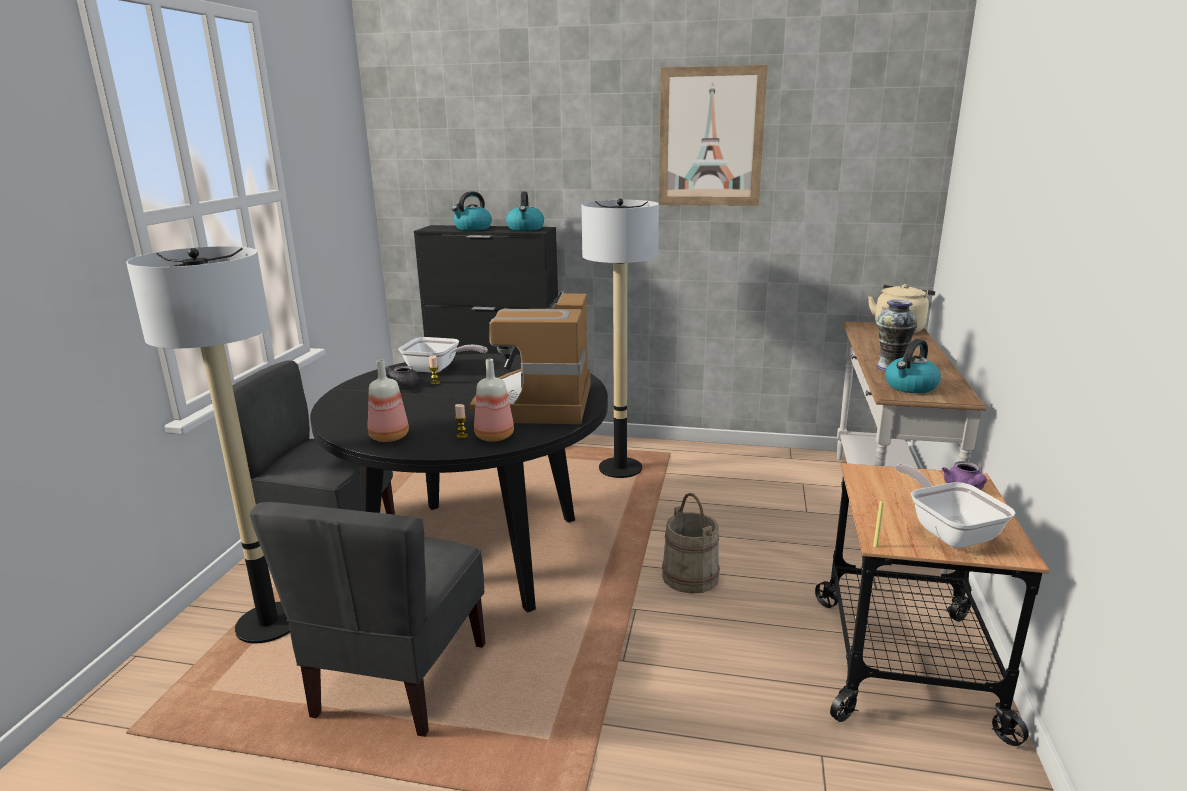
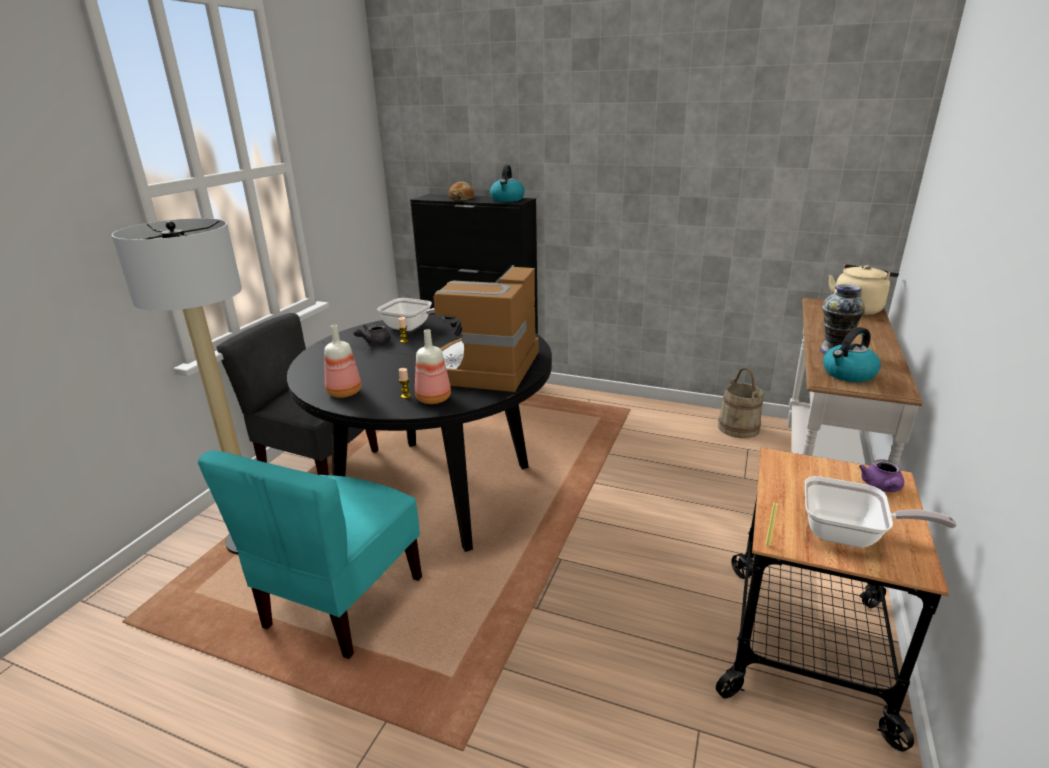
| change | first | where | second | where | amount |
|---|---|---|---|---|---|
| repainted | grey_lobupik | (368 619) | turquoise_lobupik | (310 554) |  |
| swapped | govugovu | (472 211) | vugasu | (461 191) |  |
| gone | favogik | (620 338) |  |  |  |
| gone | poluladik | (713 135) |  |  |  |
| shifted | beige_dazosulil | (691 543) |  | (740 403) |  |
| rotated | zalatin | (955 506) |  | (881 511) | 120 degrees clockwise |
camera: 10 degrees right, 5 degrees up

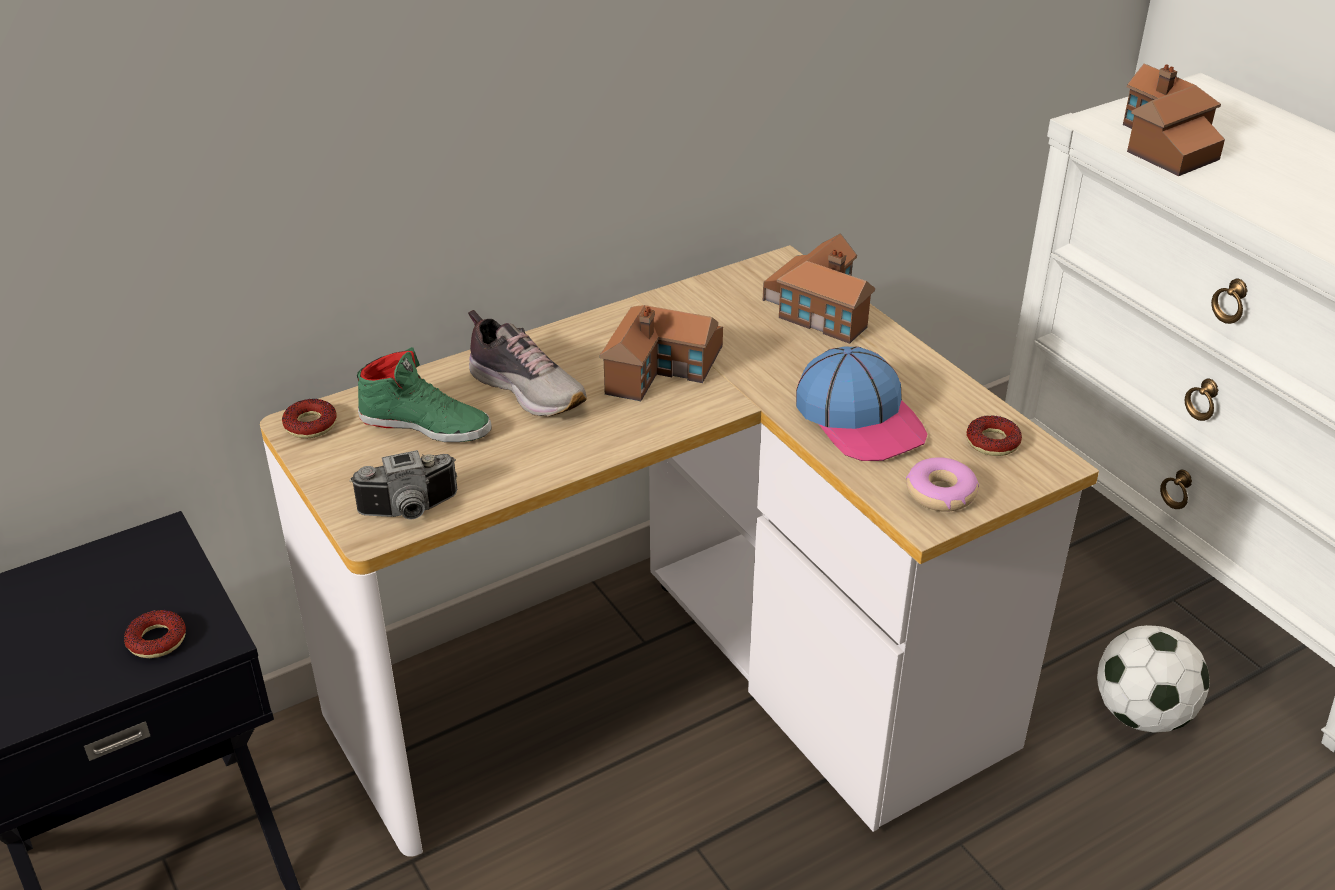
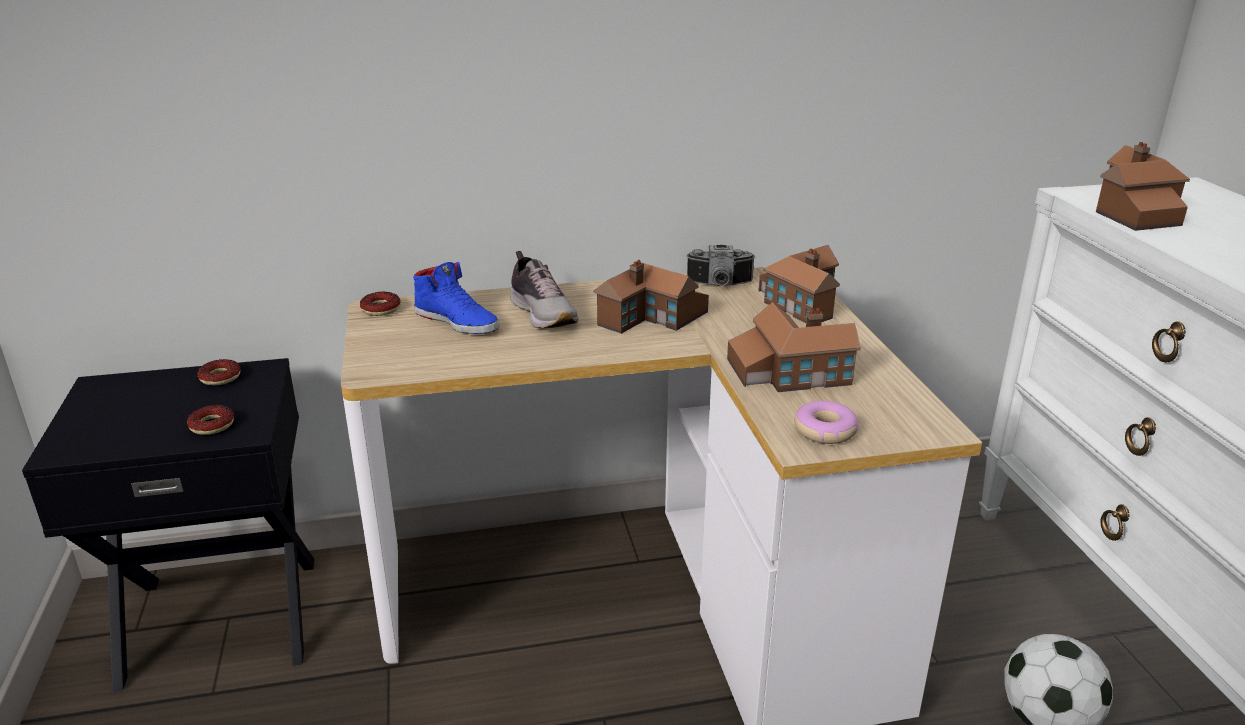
| change | first | where | second | where | amount |
|---|---|---|---|---|---|
| shifted | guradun | (403 484) |  | (720 265) |  |
| repainted | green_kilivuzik | (424 394) | blue_kilivuzik | (456 298) |  |
| swapped | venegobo | (861 404) | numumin | (794 347) |  |
| shifted | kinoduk | (994 435) |  | (218 372) |  |
camera: 20 degrees right, 10 degrees down

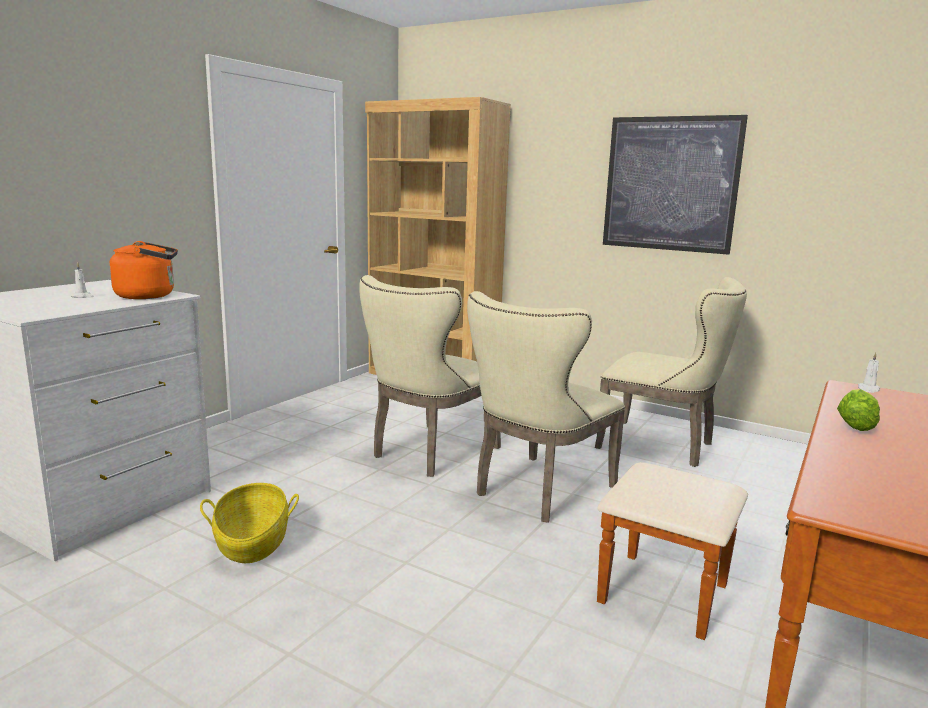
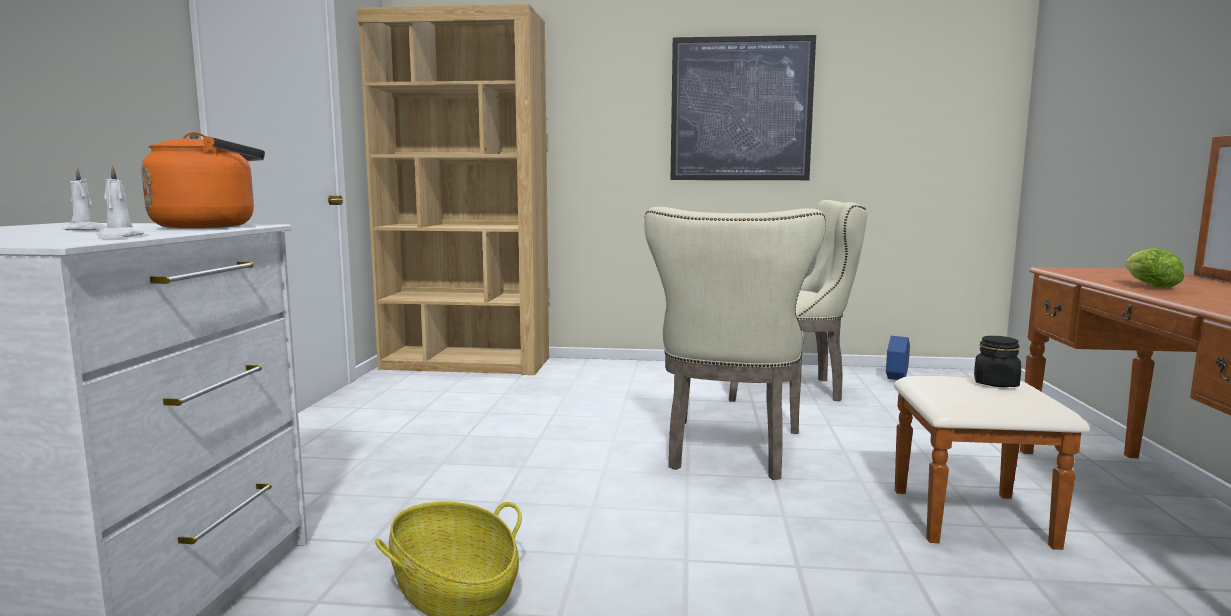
| change | first | where | second | where | amount |
|---|---|---|---|---|---|
| gone | beige_lobupik | (430 376) |  |  |  |
| shifted | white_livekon | (869 372) |  | (120 202) |  |
| new |  |  | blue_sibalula | (898 358) |  |
| new |  |  | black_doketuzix | (997 361) |  |
camera: 25 degrees left, 5 degrees down

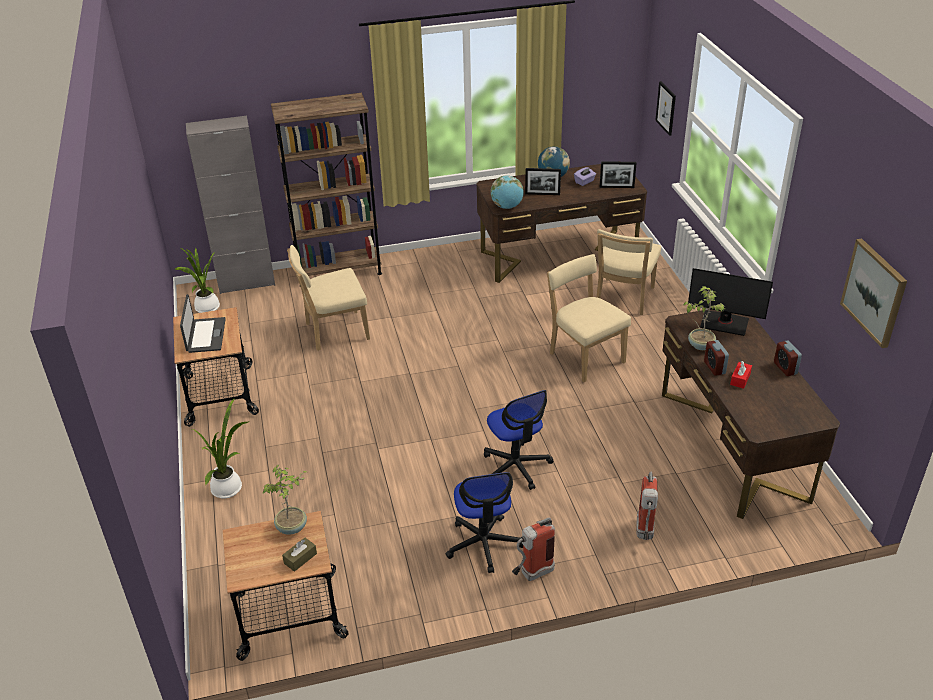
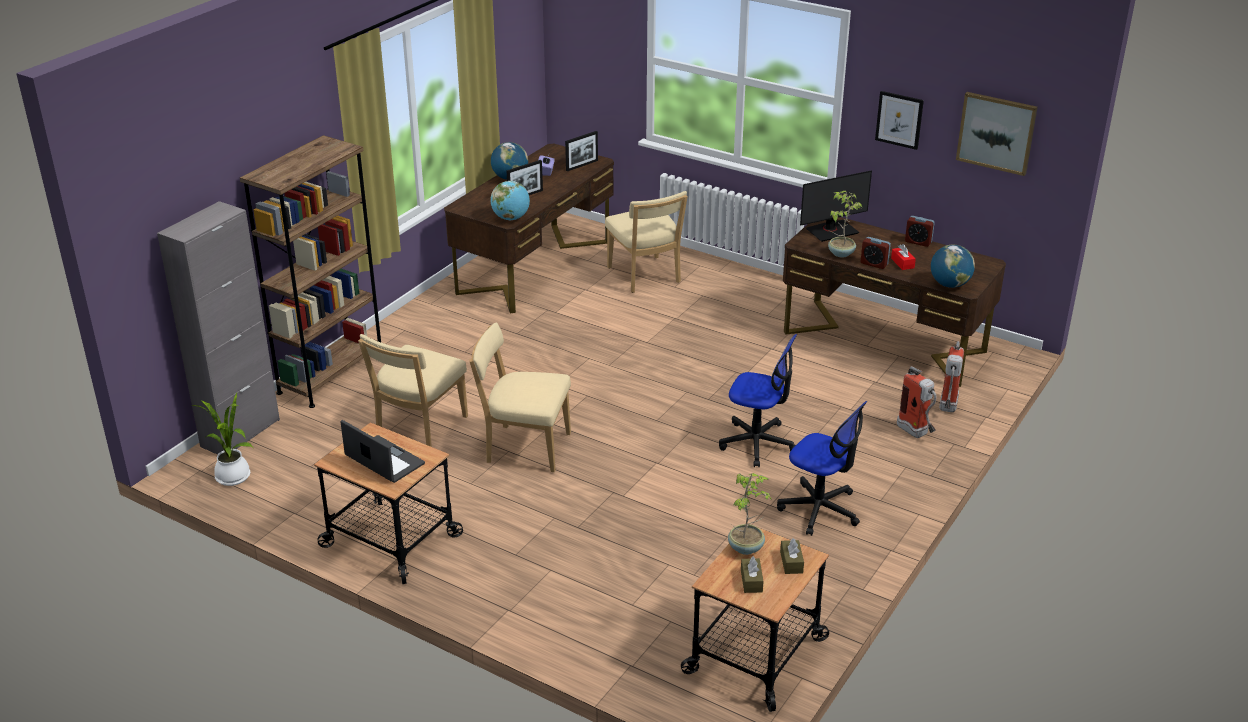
| change | first | where | second | where | amount |
|---|---|---|---|---|---|
| gone | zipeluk | (220 448) |  |  |  |
| shifted | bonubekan | (533 549) |  | (951 376) |  |
| shifted | beige_lobupik | (589 318) |  | (520 397) |  |
| shifted | poluladik | (665 108) |  | (899 120) |  |
| new |  |  | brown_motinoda | (752 574) |  |
| new |  |  | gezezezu | (953 266) |  |
camera: 45 degrees left, 5 degrees down

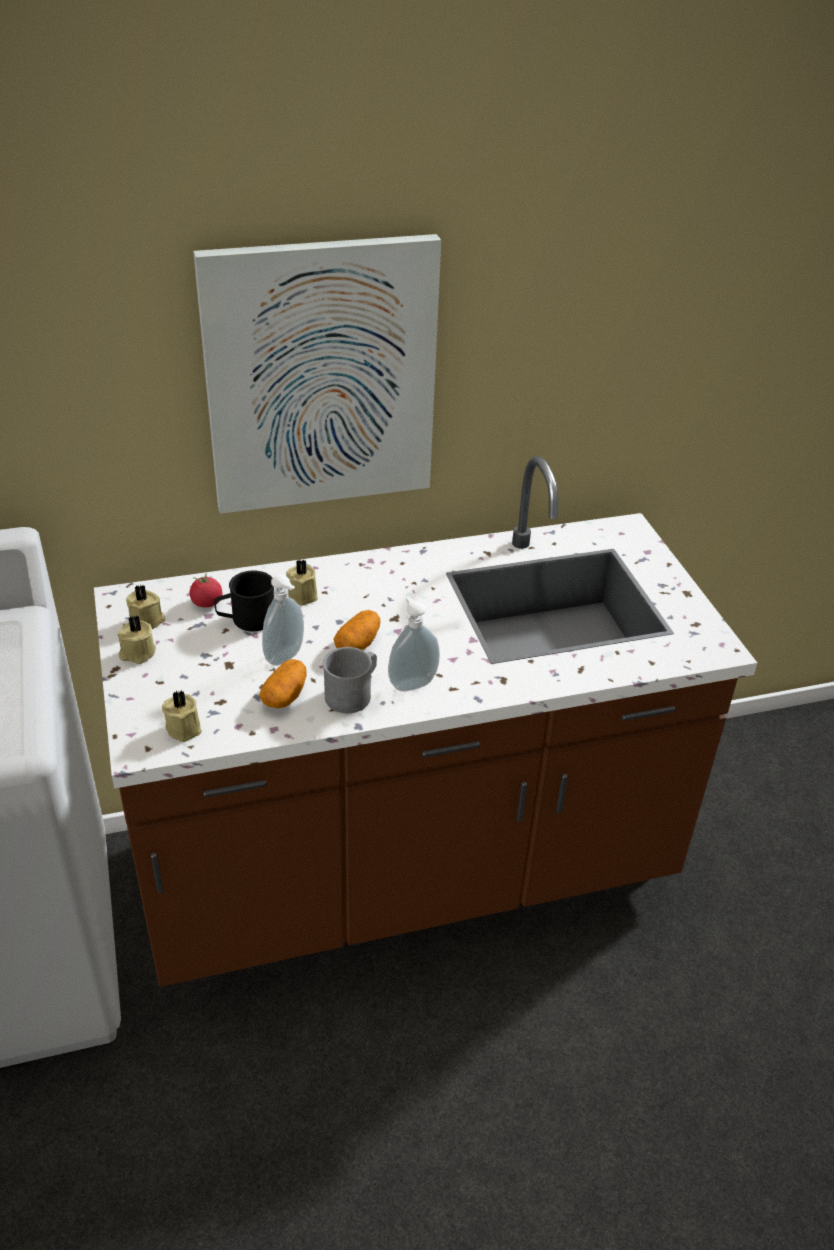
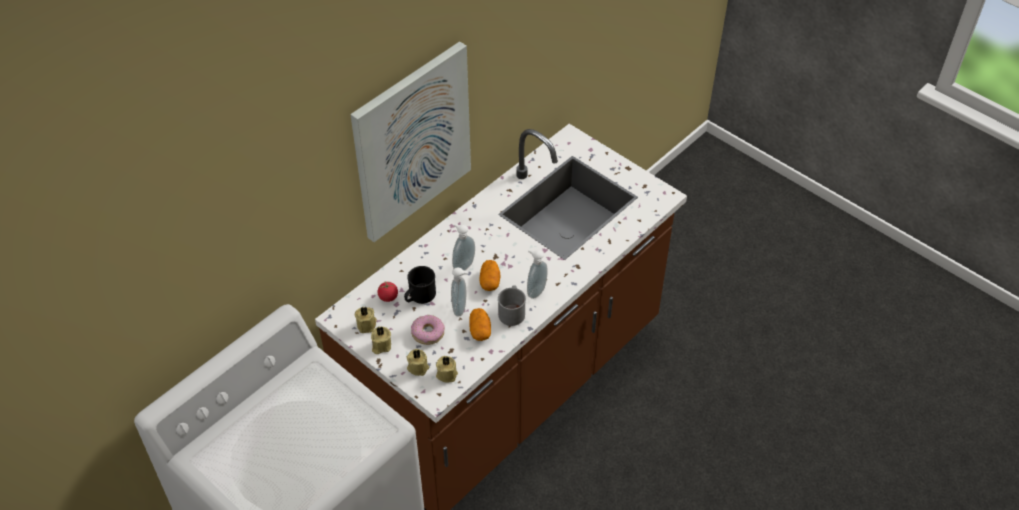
| change | first | where | second | where | amount |
|---|---|---|---|---|---|
| shifted | beige_livekon | (302 582) |  | (418 362) |  |
| new |  |  | kinoduk | (428 330) |  |
| new |  |  | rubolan | (463 247) |  |
camera: 30 degrees left, 10 degrees up

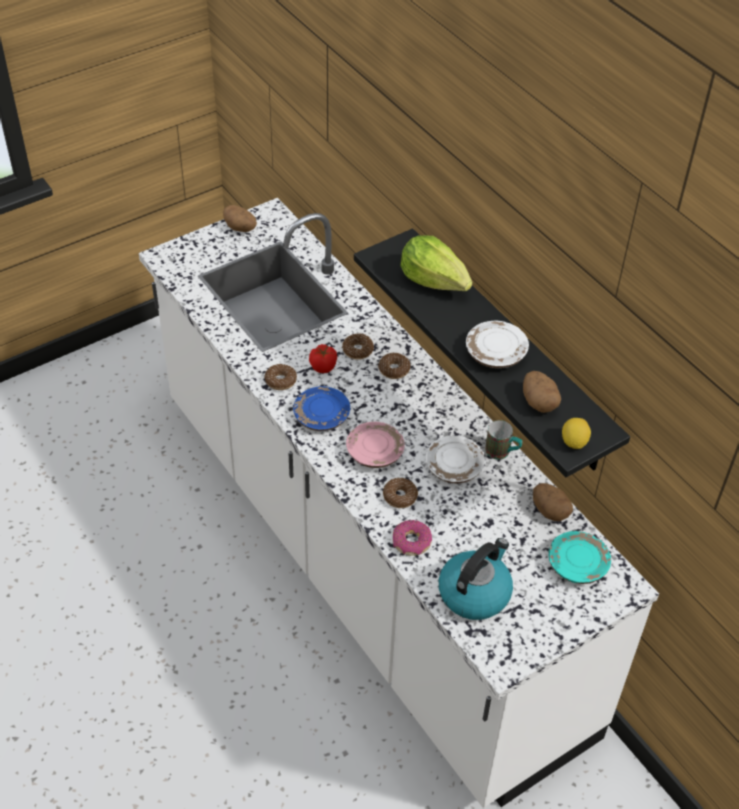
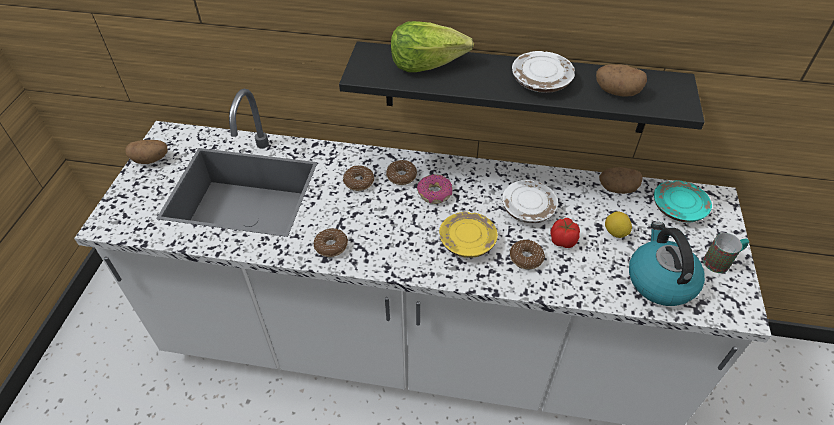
| change | first | where | second | where | amount |
|---|---|---|---|---|---|
| gone | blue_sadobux | (321 408) |  |  |  |
| shifted | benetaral | (323 358) |  | (565 233) |  |
| repainted | pink_sadobux | (375 445) | yellow_sadobux | (468 235) |  |
| shifted | kinoduk | (412 538) |  | (434 189) |  |
| shifted | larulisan | (503 440) |  | (726 253) |  |
| shifted | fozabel | (576 433) |  | (618 224) |  |
camera: 45 degrees left, 0 degrees up

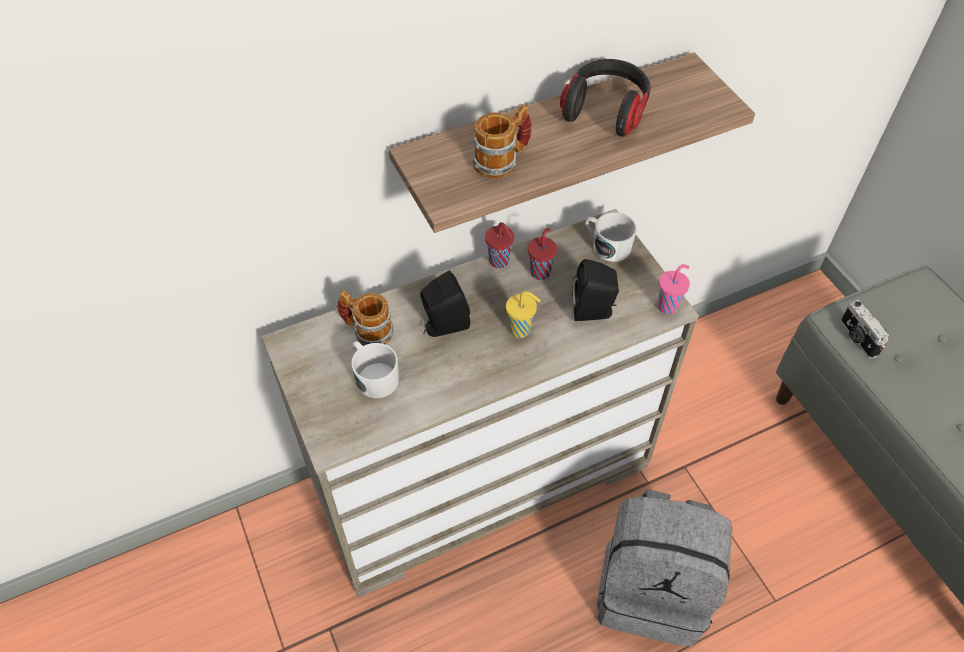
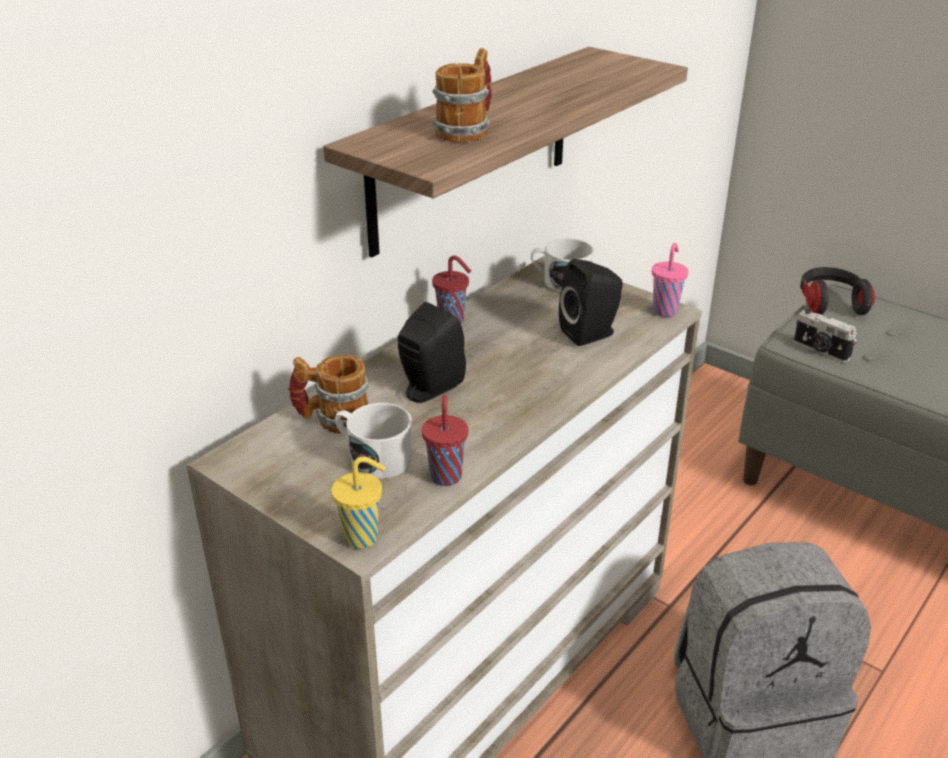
| change | first | where | second | where | amount |
|---|---|---|---|---|---|
| shifted | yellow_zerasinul | (523 314) |  | (358 503) |  |
| shifted | red_zerasinul | (542 254) |  | (445 440) |  |
| shifted | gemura | (605 98) |  | (837 291) |  |
camera: 25 degrees left, 20 degrees down

